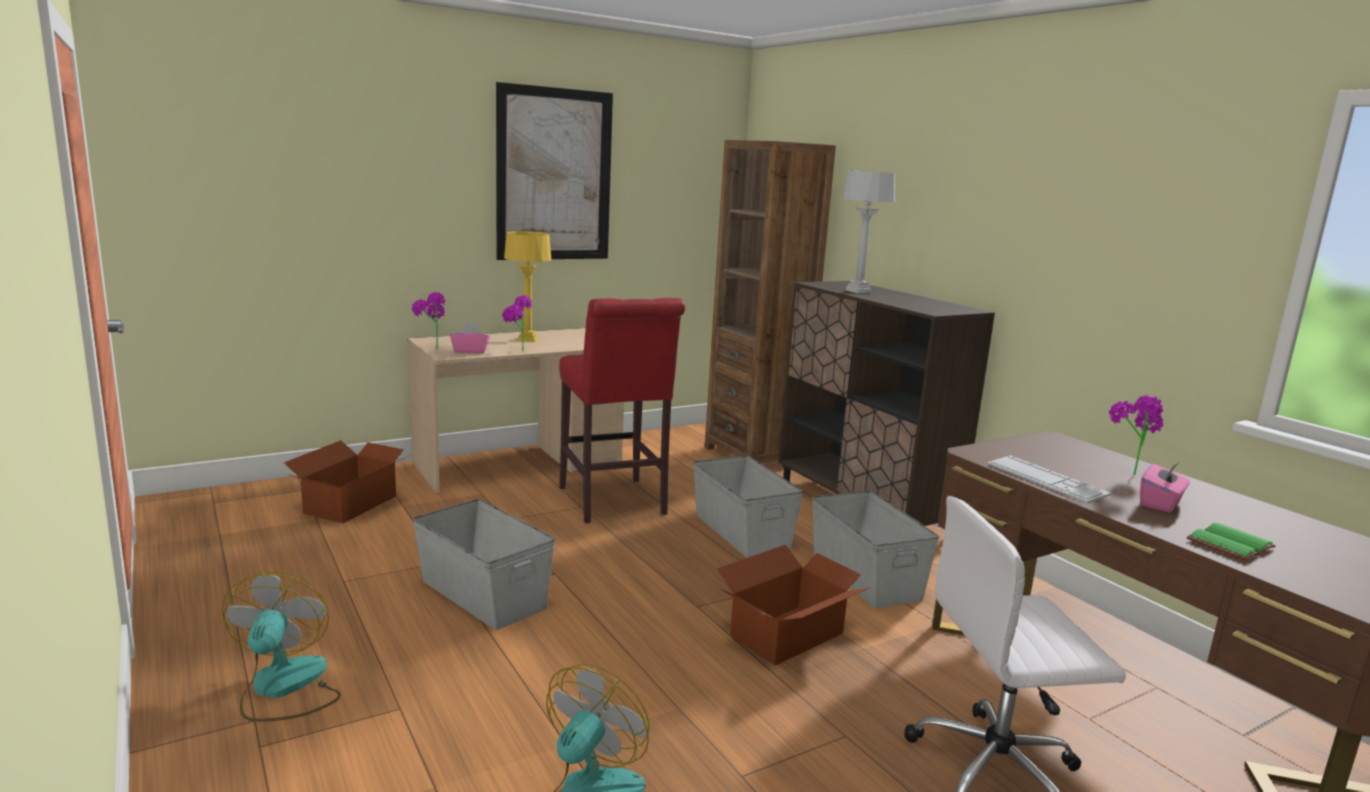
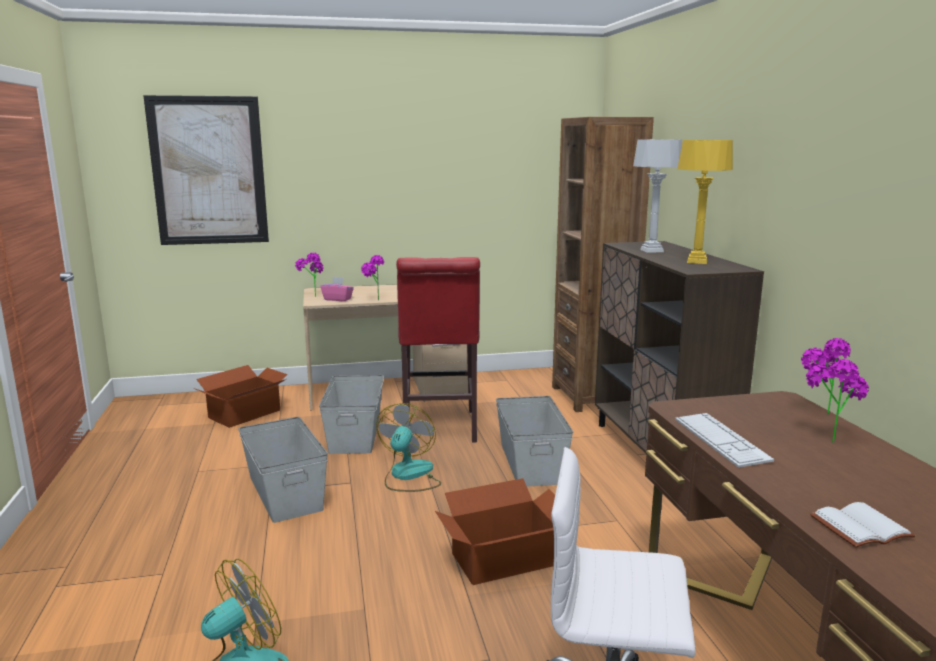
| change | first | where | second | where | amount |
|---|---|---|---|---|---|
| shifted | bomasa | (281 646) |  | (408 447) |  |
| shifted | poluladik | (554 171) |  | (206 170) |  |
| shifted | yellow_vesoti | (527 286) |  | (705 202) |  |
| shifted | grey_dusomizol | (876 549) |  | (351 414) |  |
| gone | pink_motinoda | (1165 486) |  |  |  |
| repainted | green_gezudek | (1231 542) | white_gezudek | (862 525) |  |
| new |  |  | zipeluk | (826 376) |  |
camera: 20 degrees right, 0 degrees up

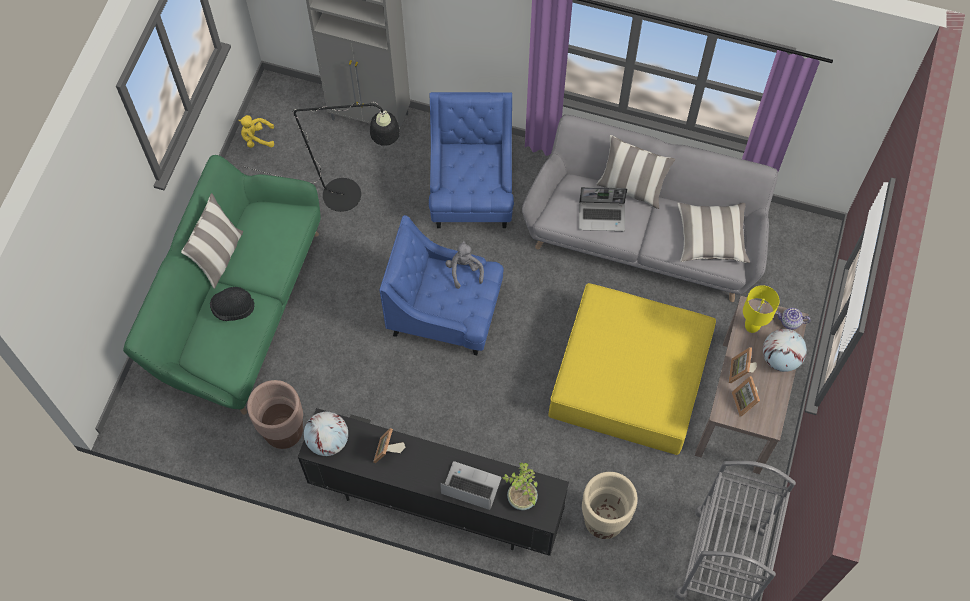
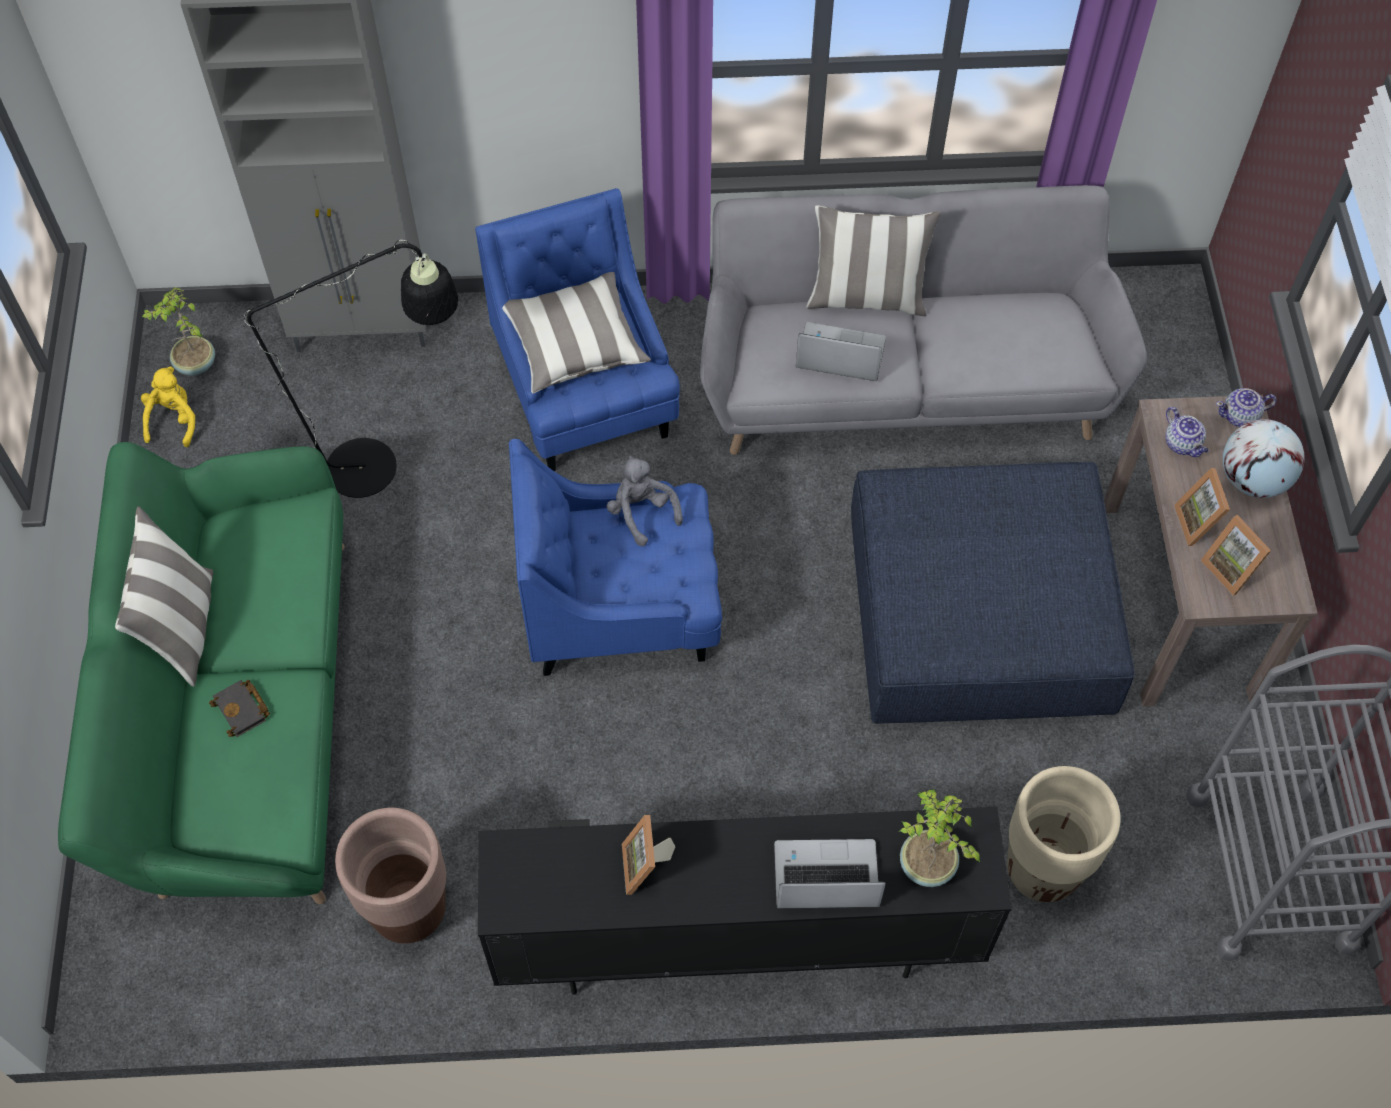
| change | first | where | second | where | amount |
|---|---|---|---|---|---|
| swapped | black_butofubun | (232 304) | black_gezudek | (239 708) |  |
| rotated | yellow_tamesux | (256 131) |  | (168 406) | 120 degrees clockwise |
| gone | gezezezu | (326 434) |  |  |  |
| repainted | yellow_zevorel | (632 369) | blue_zevorel | (993 593) |  |
| rotated | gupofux | (603 209) |  | (841 351) | 150 degrees counterclockwise |
| shifted | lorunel | (713 233) |  | (576 333) |  |
| swapped | yellow_vesoti | (761 309) | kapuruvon | (1187 432) |  |
| new |  |  | zipeluk | (178 331) |  |
camera: 20 degrees left, 5 degrees down

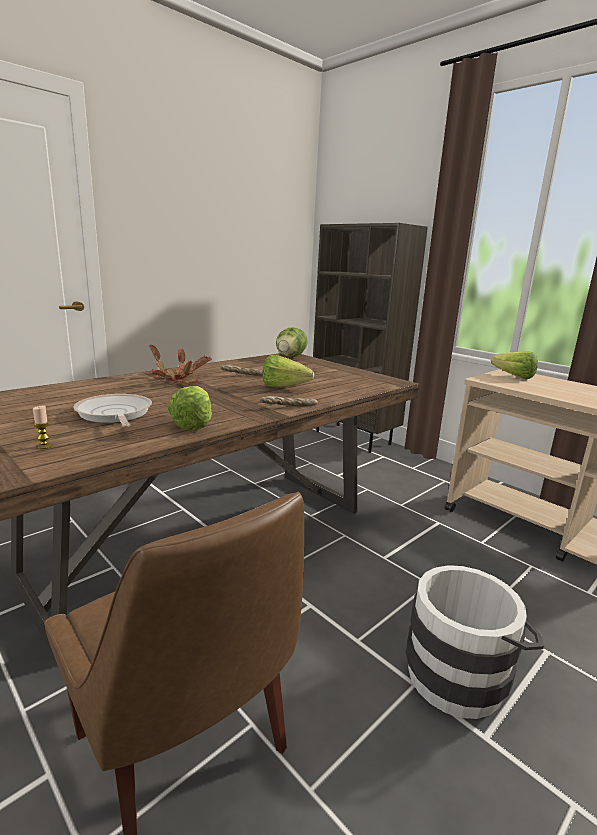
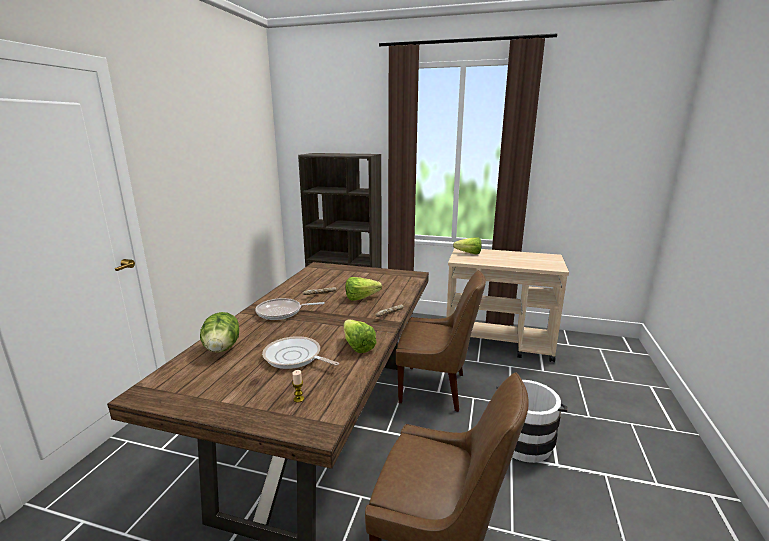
| change | first | where | second | where | amount |
|---|---|---|---|---|---|
| swapped | zipeluk | (180 363) | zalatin | (290 309) |  |
| shifted | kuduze | (292 342) |  | (219 332) |  |
| new |  |  | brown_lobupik | (441 341) |  |
camera: 30 degrees left, 0 degrees up

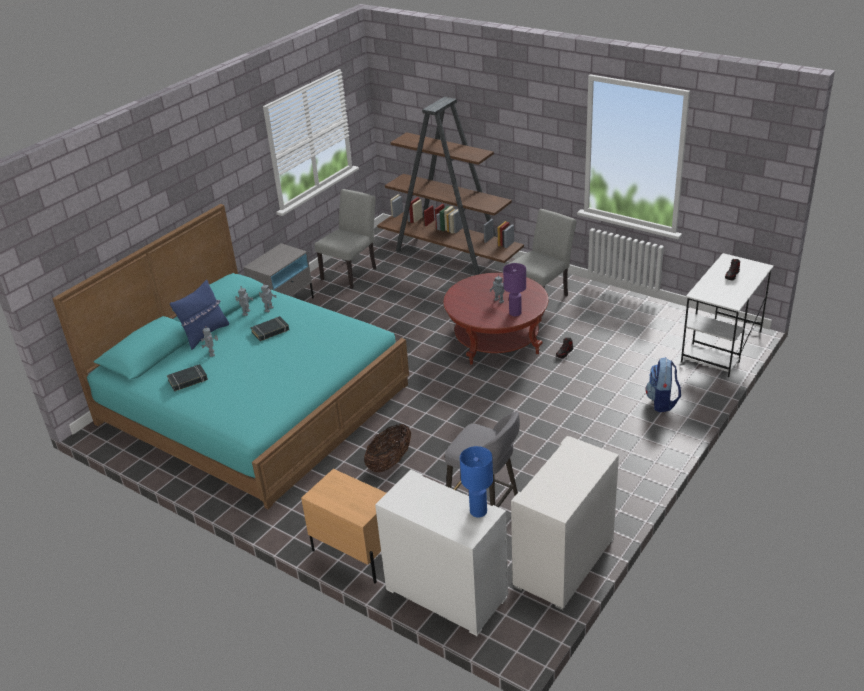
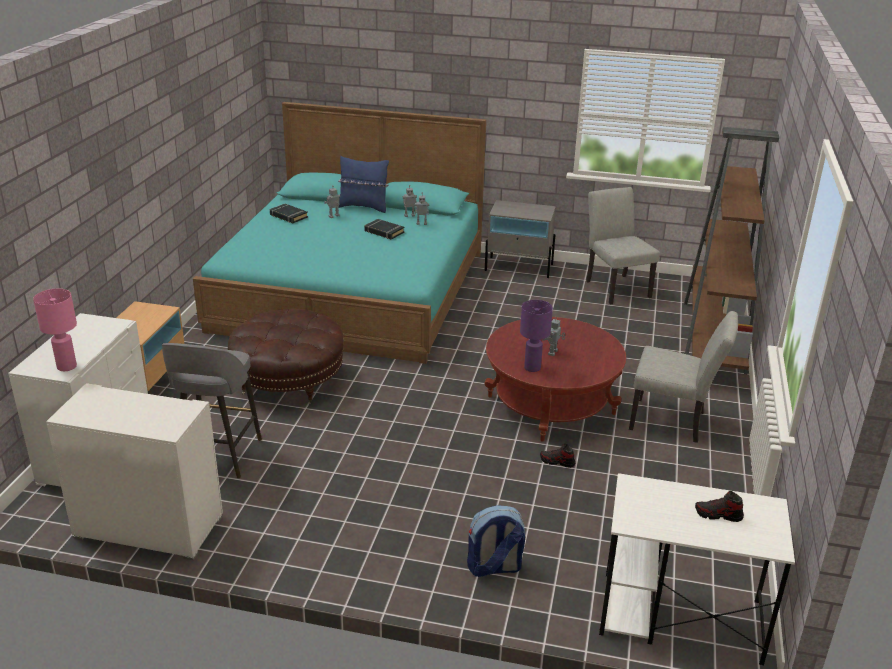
| change | first | where | second | where | amount |
|---|---|---|---|---|---|
| rotated | grey_lobupik | (346 239) |  | (623 246) | 120 degrees counterclockwise |
| swapped | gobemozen | (387 448) | brown_zevorel | (286 357) |  |
| repainted | blue_vesoti | (476 482) | pink_vesoti | (55 330) |  |
camera: 65 degrees right, 5 degrees down

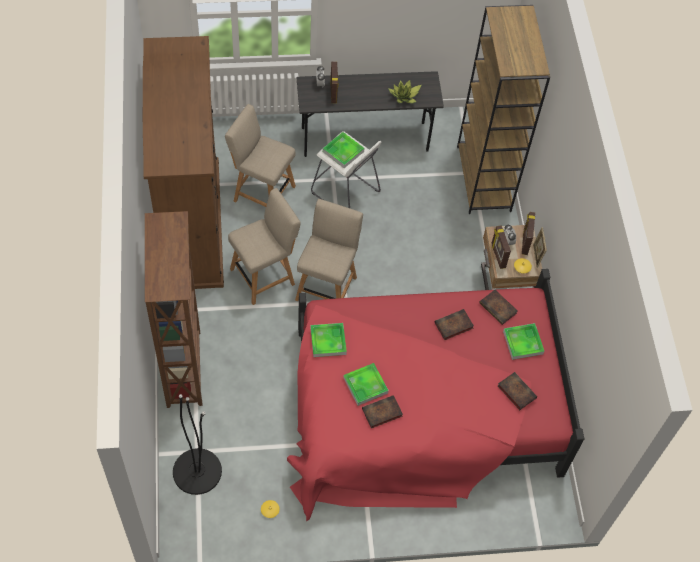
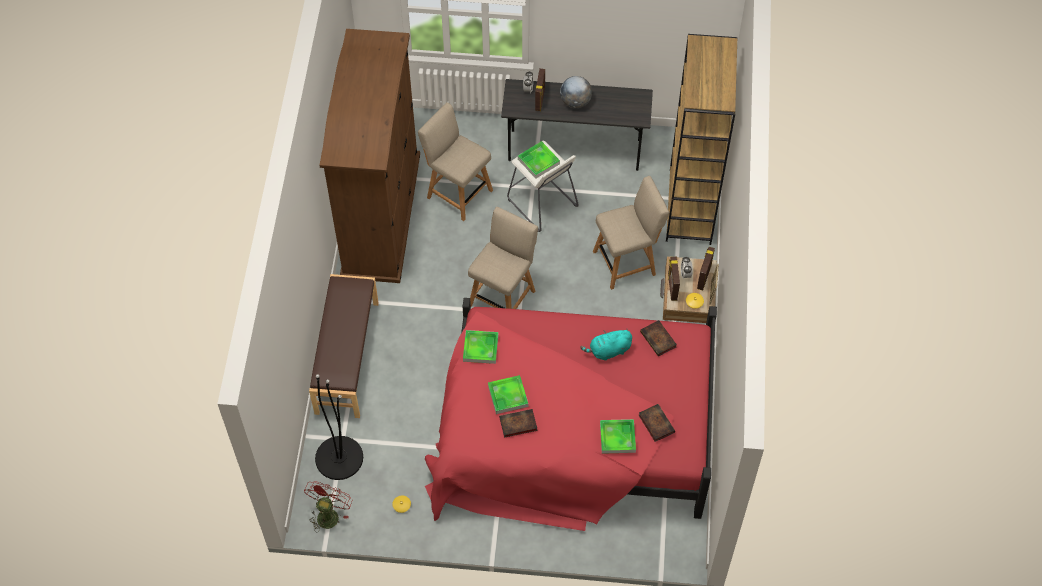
| change | first | where | second | where | amount |
|---|---|---|---|---|---|
| swapped | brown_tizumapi | (173 309) | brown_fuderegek | (344 346) |  |
| shifted | beige_lobupik | (264 246) |  | (631 233) |  |
| gone | zipeluk | (404 91) |  |  |  |
| swapped | gezudek | (454 324) | turquoise_tamesux | (606 344) |  |
| shifted | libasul | (524 341) |  | (618 436) |  |
| new |  |  | red_bomasa | (328 506) |  |
| new |  |  | gezezezu | (576 92) |  |
camera: 15 degrees right, 0 degrees up

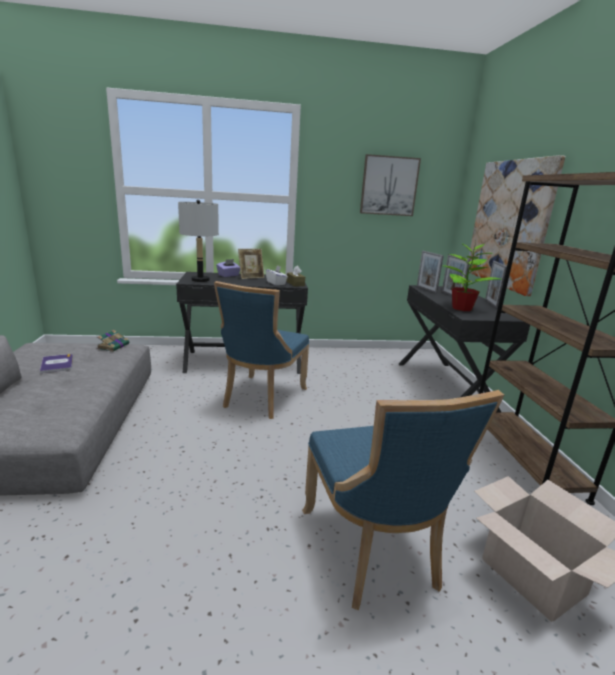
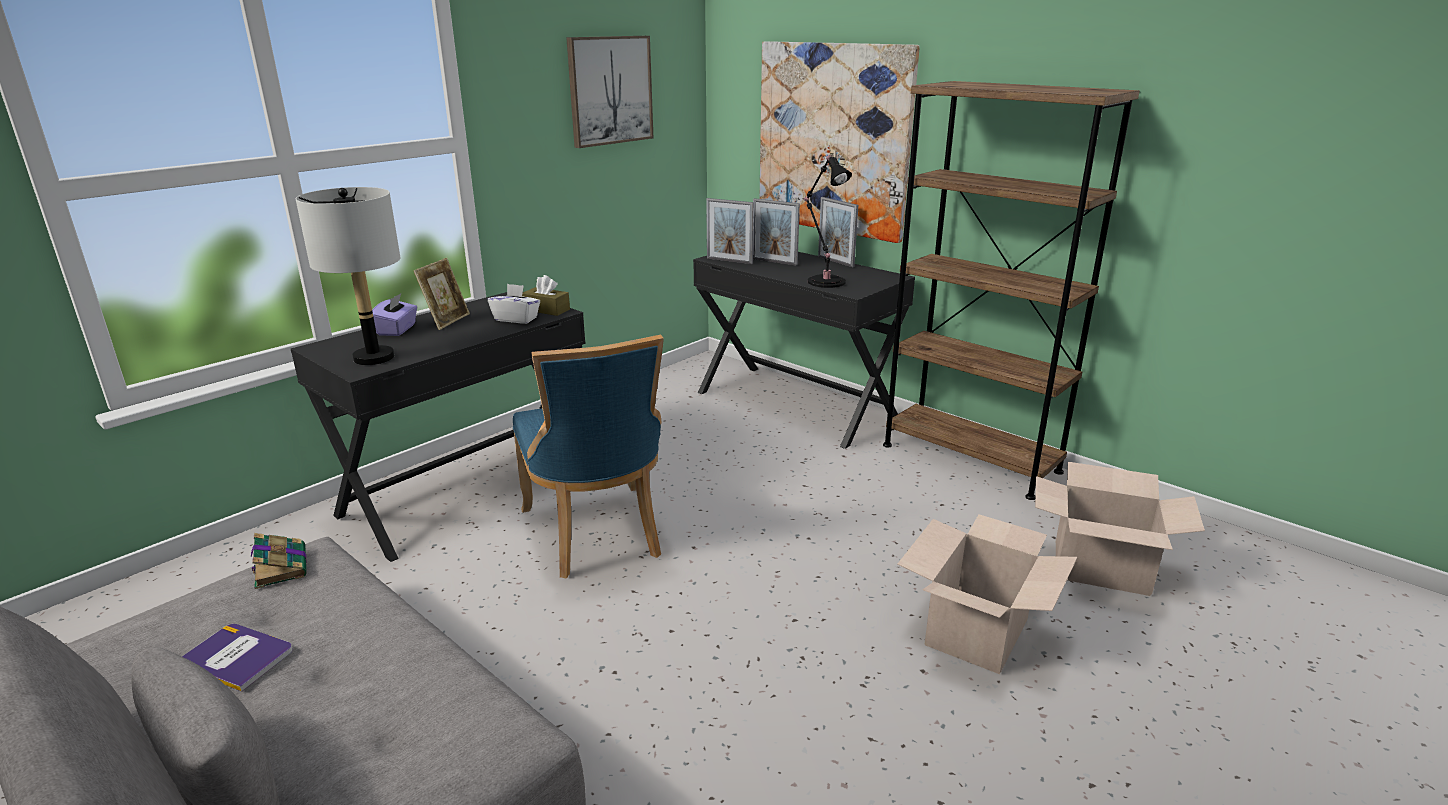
| change | first | where | second | where | amount |
|---|---|---|---|---|---|
| swapped | blue_lobupik | (403 500) | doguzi | (987 594) |  |
| swapped | zipeluk | (472 276) | black_vesoti | (827 221) |  |
camera: 40 degrees left, 5 degrees up

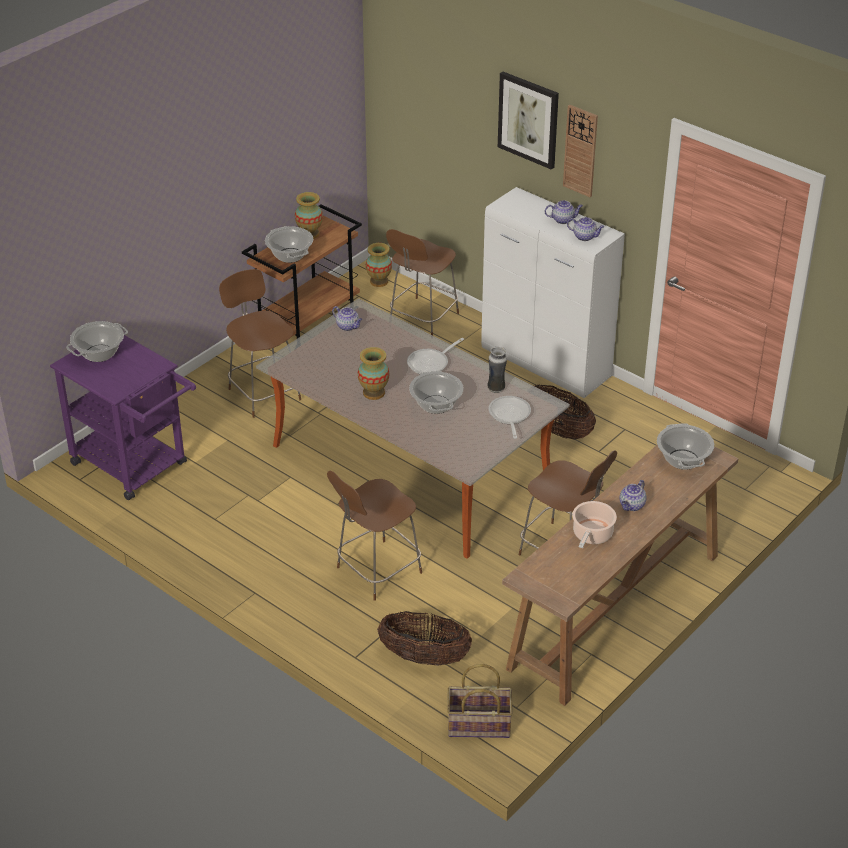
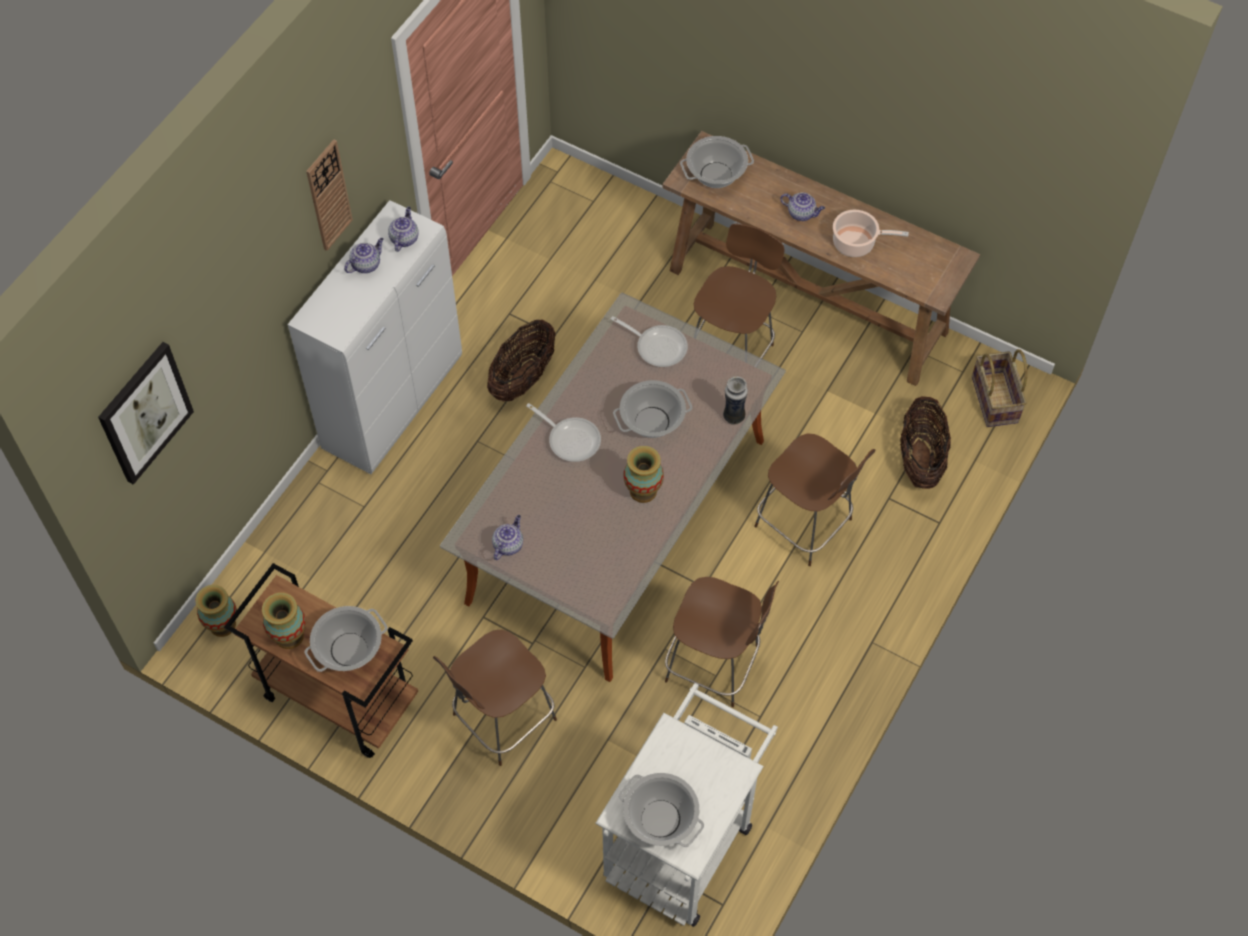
| change | first | where | second | where | amount |
|---|---|---|---|---|---|
| repainted | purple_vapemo | (123 417) | white_vapemo | (686 805) |  |
| shifted | brown_lobupik | (422 282) |  | (722 642) |  |
| shifted | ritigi | (497 369) |  | (735 400) |  |
| rotated | zalatin | (510 417) |  | (649 341) | 135 degrees counterclockwise |
| shifted | poluladik | (528 121) |  | (146 413) |  |
| rotated | kapuruvon | (564 212) |  | (364 255) | 60 degrees clockwise |
camera: 100 degrees left, 20 degrees up

